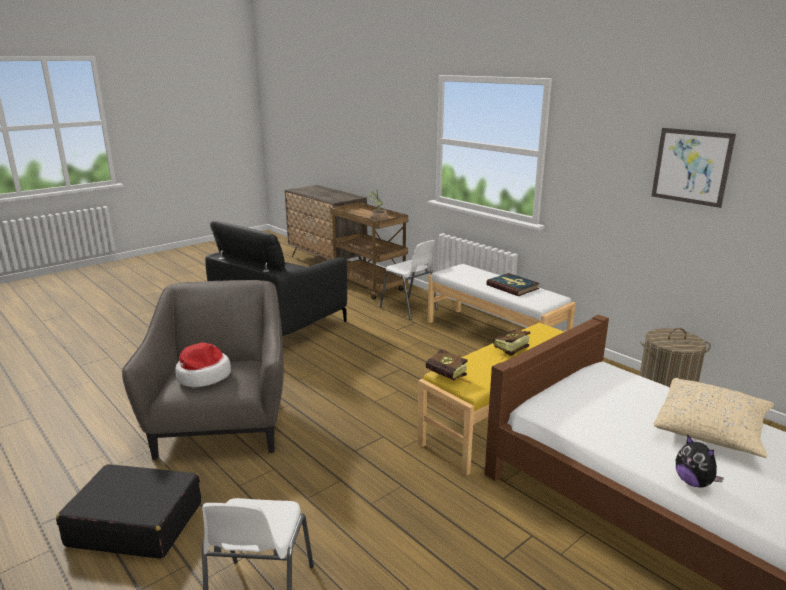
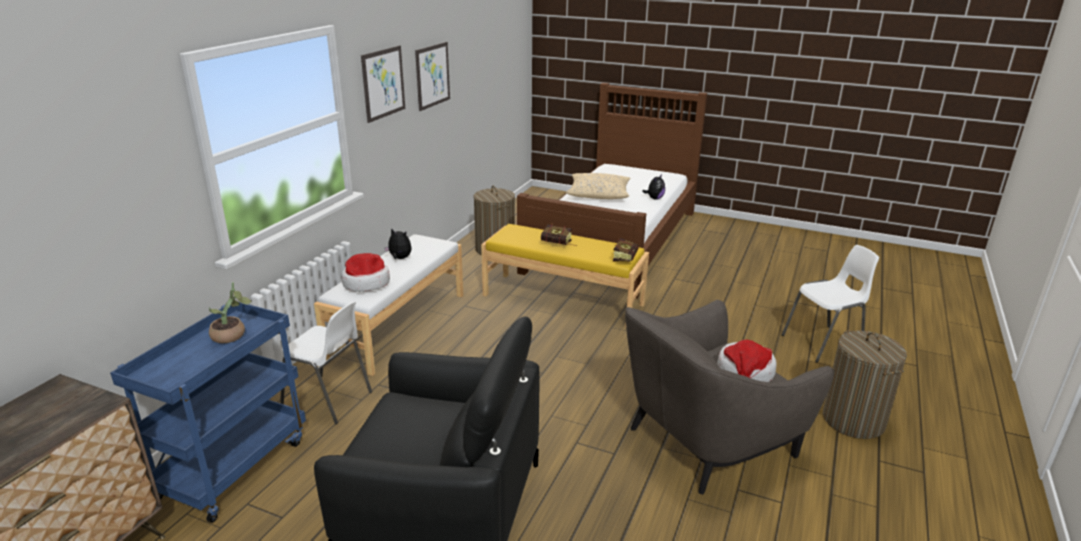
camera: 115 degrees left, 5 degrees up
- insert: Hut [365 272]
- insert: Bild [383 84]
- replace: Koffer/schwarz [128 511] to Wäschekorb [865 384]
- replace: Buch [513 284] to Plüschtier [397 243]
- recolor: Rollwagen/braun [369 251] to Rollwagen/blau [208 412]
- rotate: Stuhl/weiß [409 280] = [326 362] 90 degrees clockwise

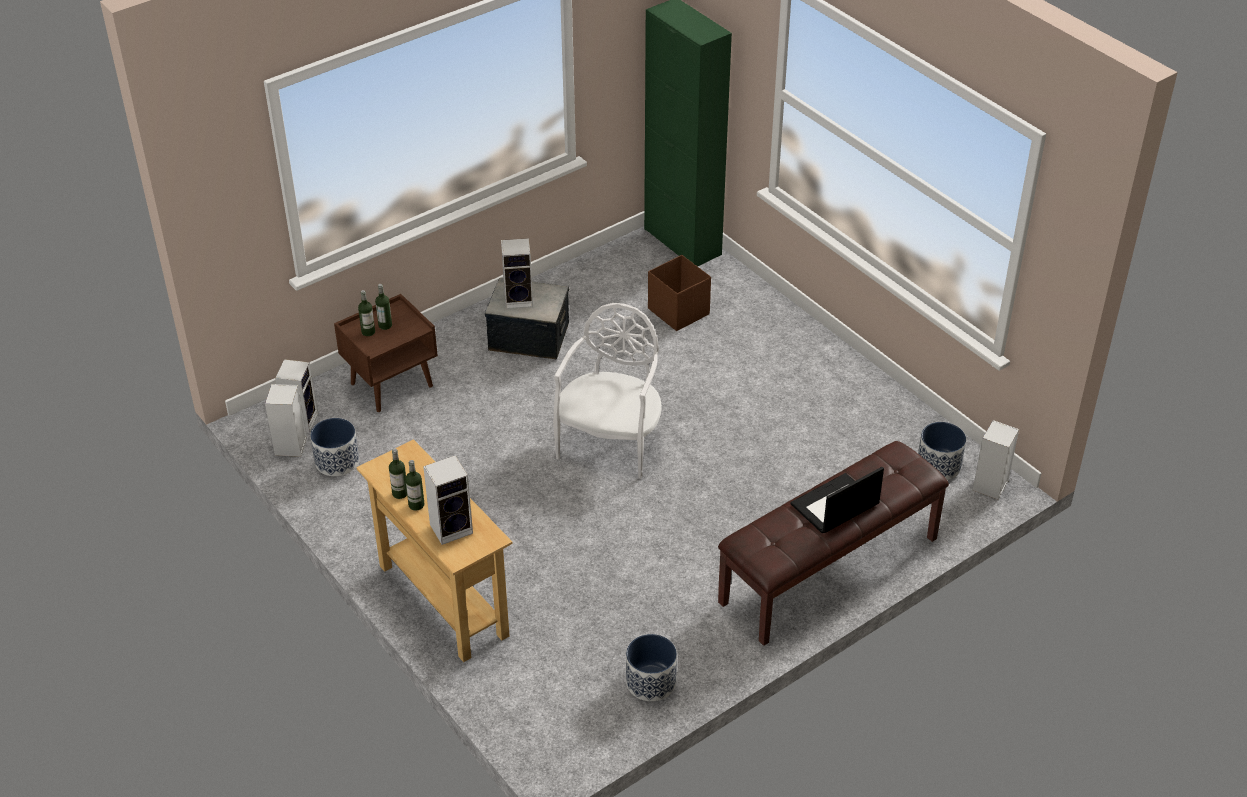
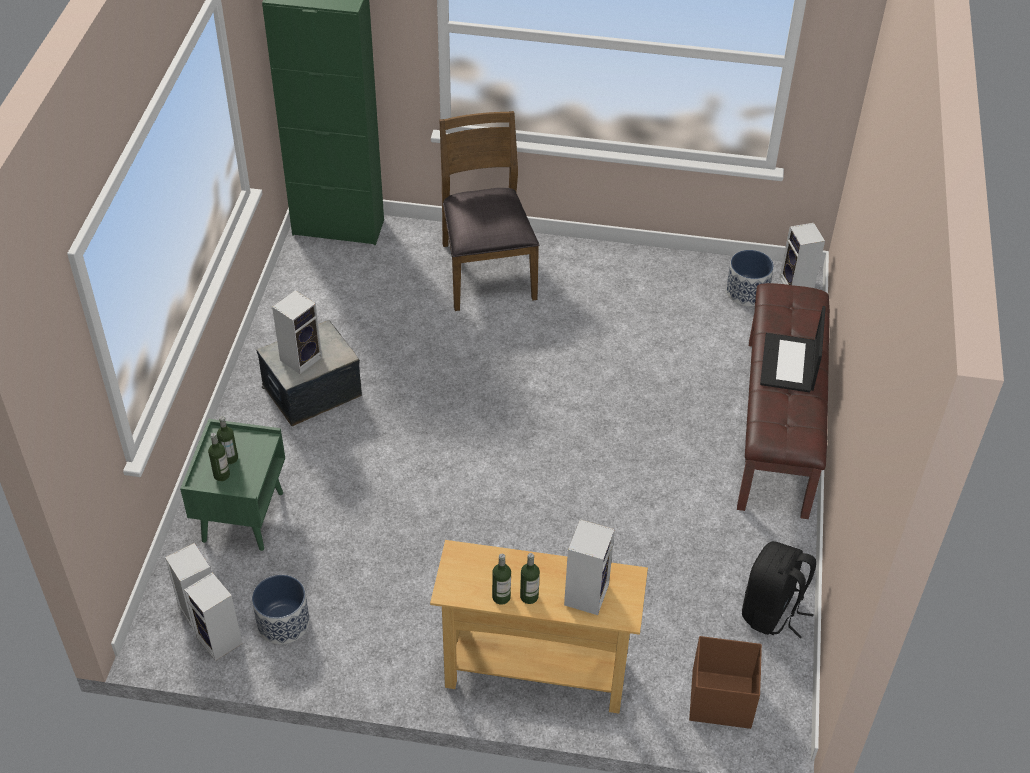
camera: 45 degrees left, 5 degrees up
- delete: Stuhl/weiß [607 391]
- insert: Stuhl/braun [489 211]
- move: Aufbewahrungsbox/braun [679 293] to [725 682]
- replace: Pflanzkübel [651 667] to Rucksack/schwarz [779 589]
- recolor: Nachttisch/braun [386 353] to Nachttisch/grün [232 485]

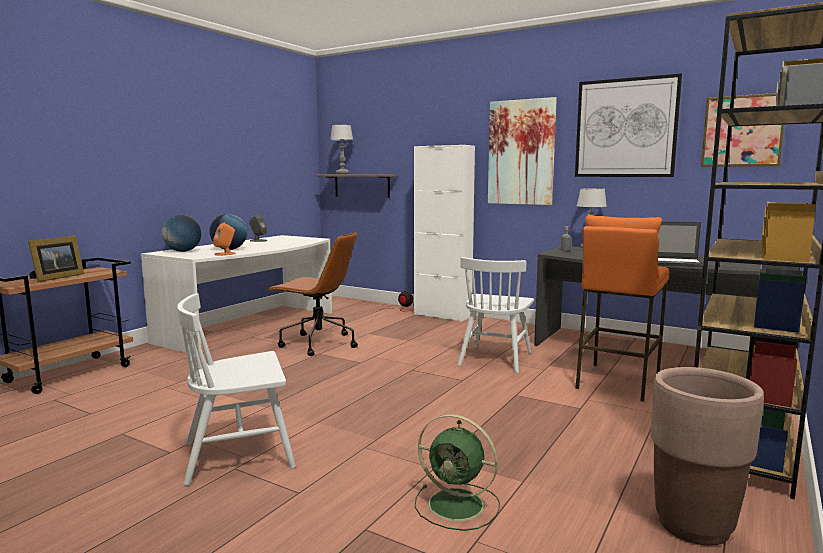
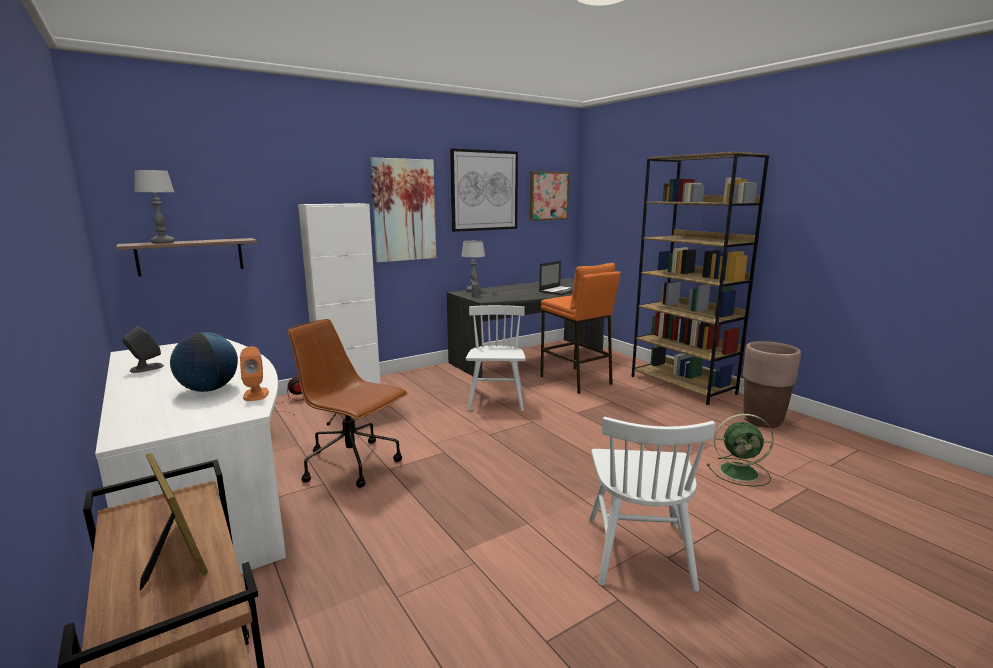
camera: 65 degrees left, 5 degrees up
- delete: Globus [181 233]
- rotate: Bürostuhl/braun [313 294] = [348 403] 105 degrees counterclockwise
- rotate: Ventilator/grün [457 472] = [740 450] 45 degrees clockwise
- rotate: Stuhl/weiß [496 315] = [496 358] 135 degrees counterclockwise

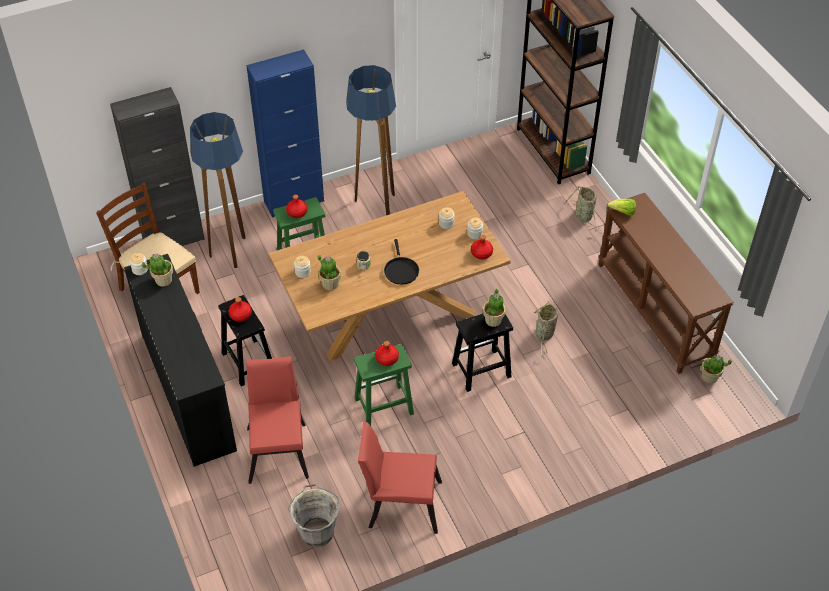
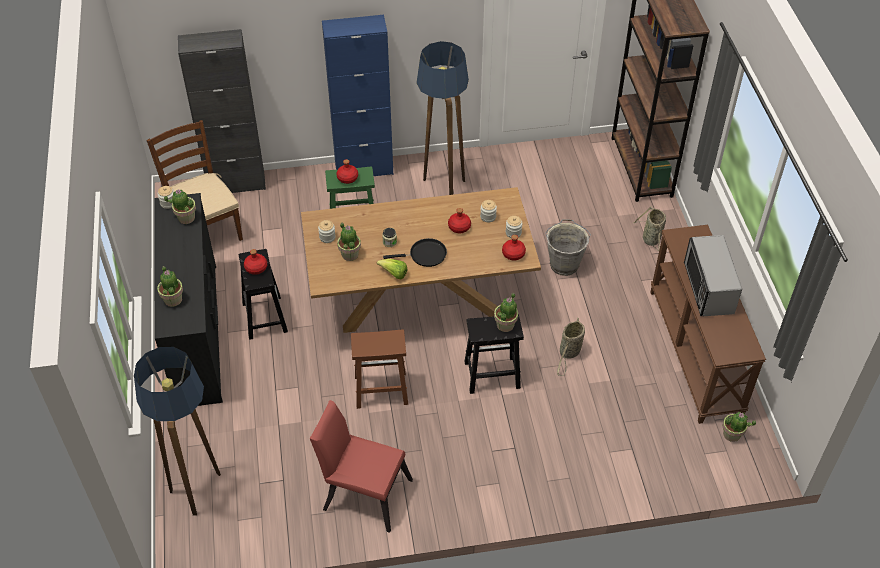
camera: 15 degrees right, 0 degrees up
- delete: Stuhl/rot [277 420]
- insert: Topfpflanze [170 286]
- insert: Mikrowelle [713 275]
- move: Stehlampe [218 190] to [177 431]
- move: Eimer/grau [314 516] to [568 247]
- move: Flasche/rot [387 353] to [459 220]
- move: Salatkopf [621 207] to [392 269]
- recolor: Hocker/grün [384 385] to Hocker/braun [379 369]
- rotate: Pfanne/schwarz [401 262] = [415 252] 105 degrees counterclockwise

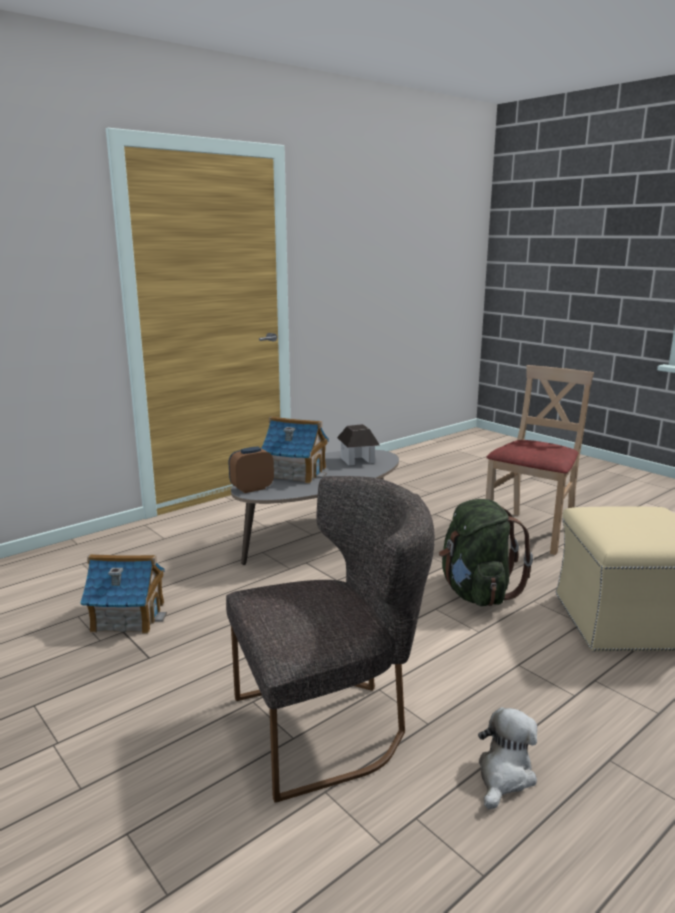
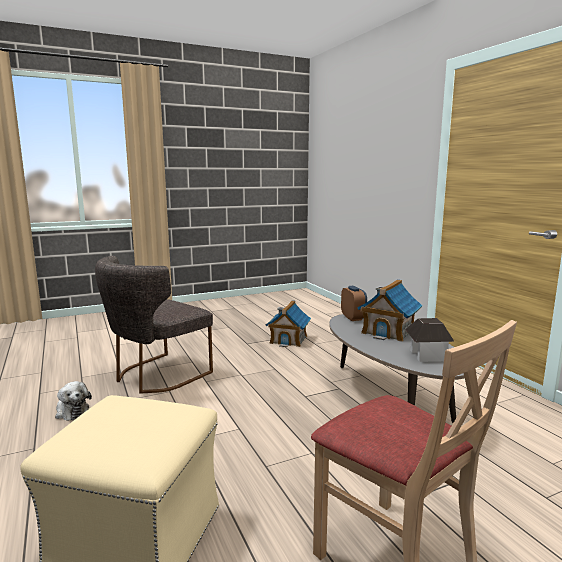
camera: 105 degrees right, 5 degrees down
- delete: Rucksack/grün [486 552]
- rotate: Stuhl/grau [330 639] = [154 325] 45 degrees clockwise

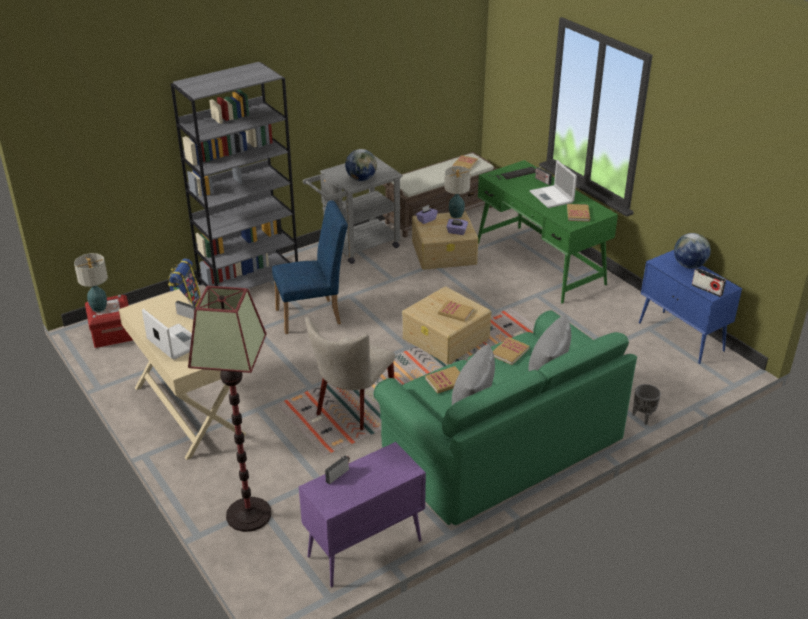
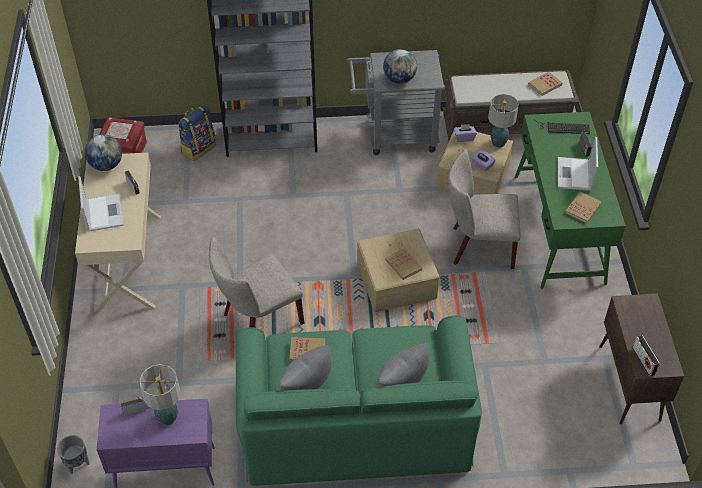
camera: 30 degrees right, 15 degrees up
- delete: Stehlampe [229 409]
- delete: Stuhl/blau [310 267]
- delete: Buch [511 351]
- insert: Stuhl/beige [484 209]
- move: Tischlampe [91 282] to [159 394]
- move: Pflanzkübel/grau [646 404] to [73 454]
- move: Globus [692 251] to [103 152]
- recolor: Schrank/blau [690 307] to Schrank/braun [641 359]

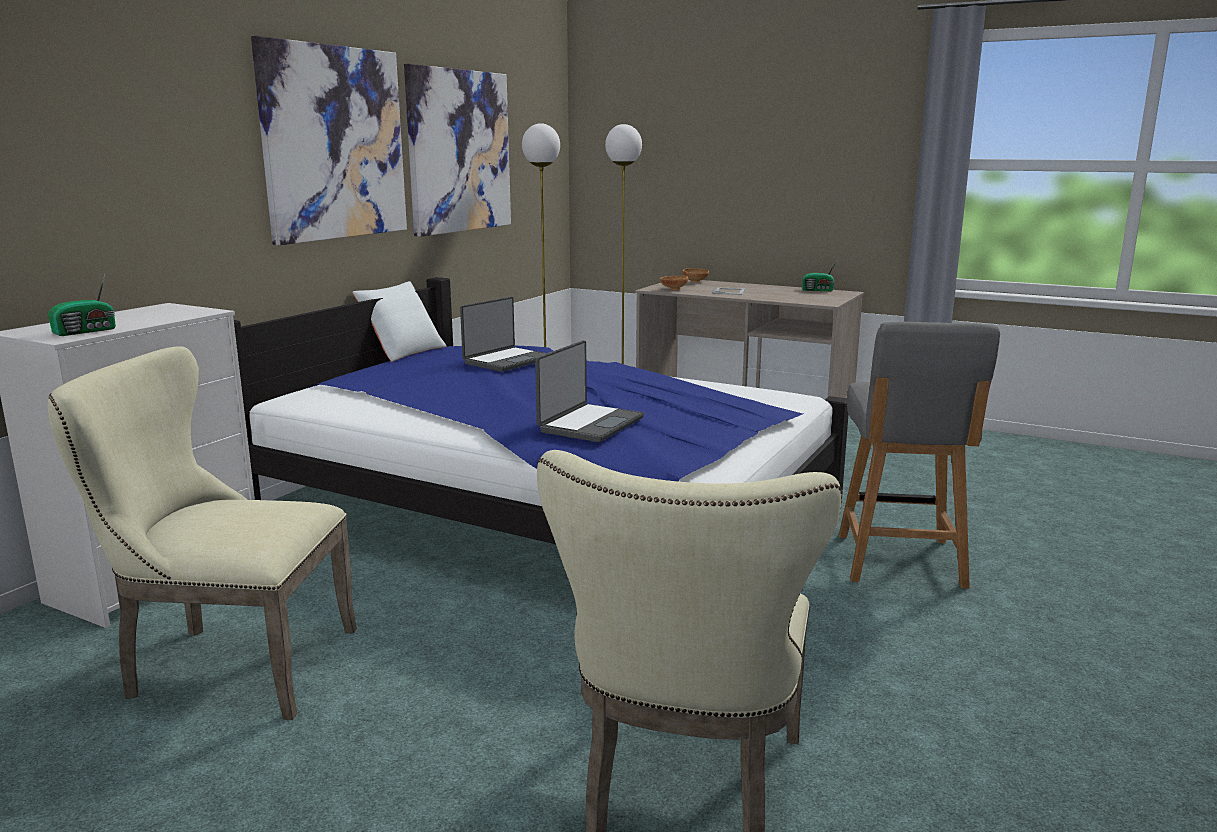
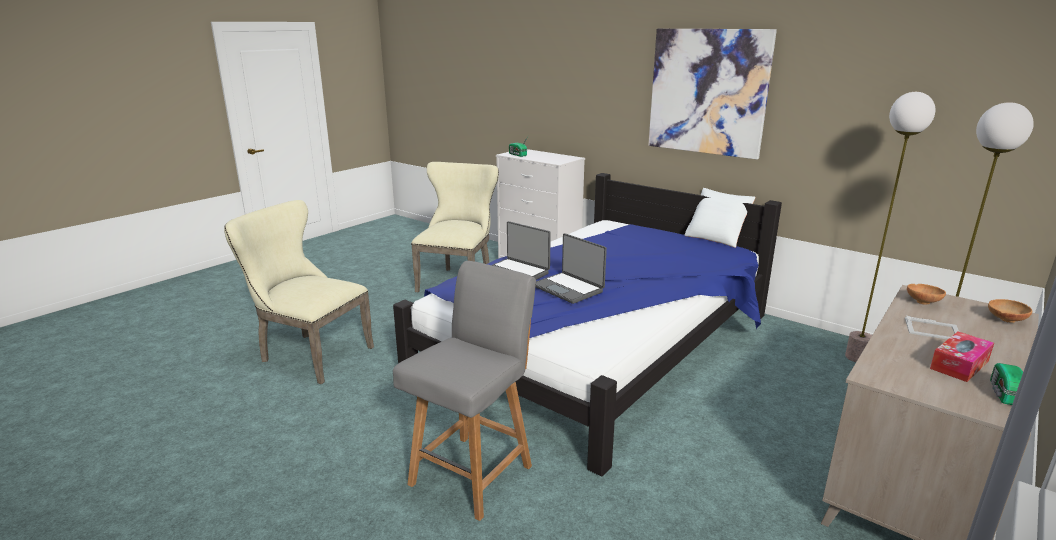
camera: 100 degrees right, 5 degrees up
- delete: Bild [457 150]
- insert: Taschentuchbox [962 357]
- move: Laptop [503 334] to [571 268]
- rotate: Stuhl/grau [919 455] = [464 391] 105 degrees clockwise

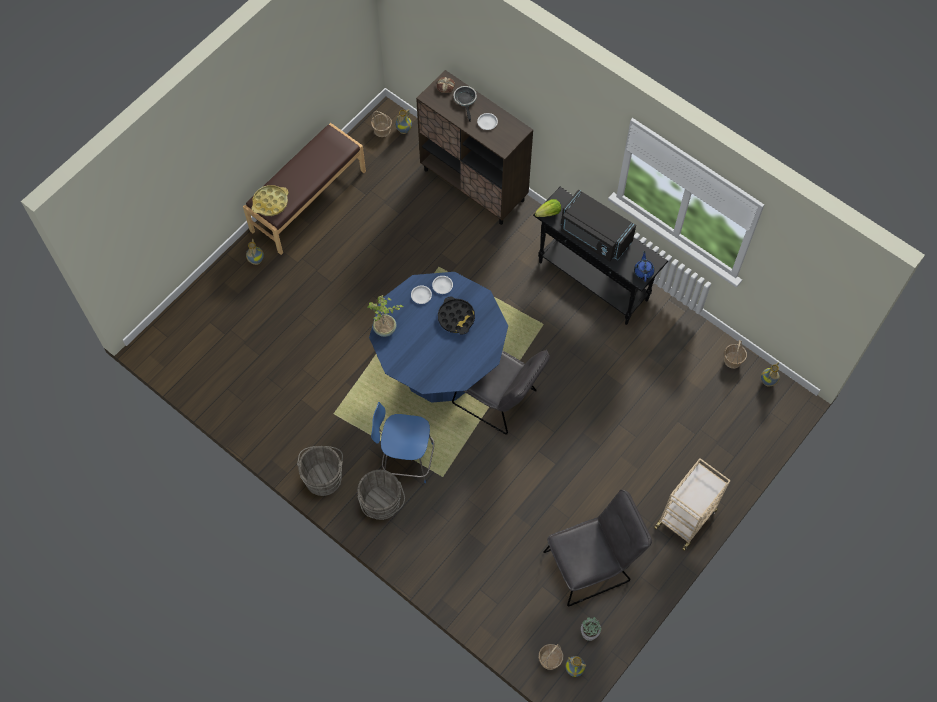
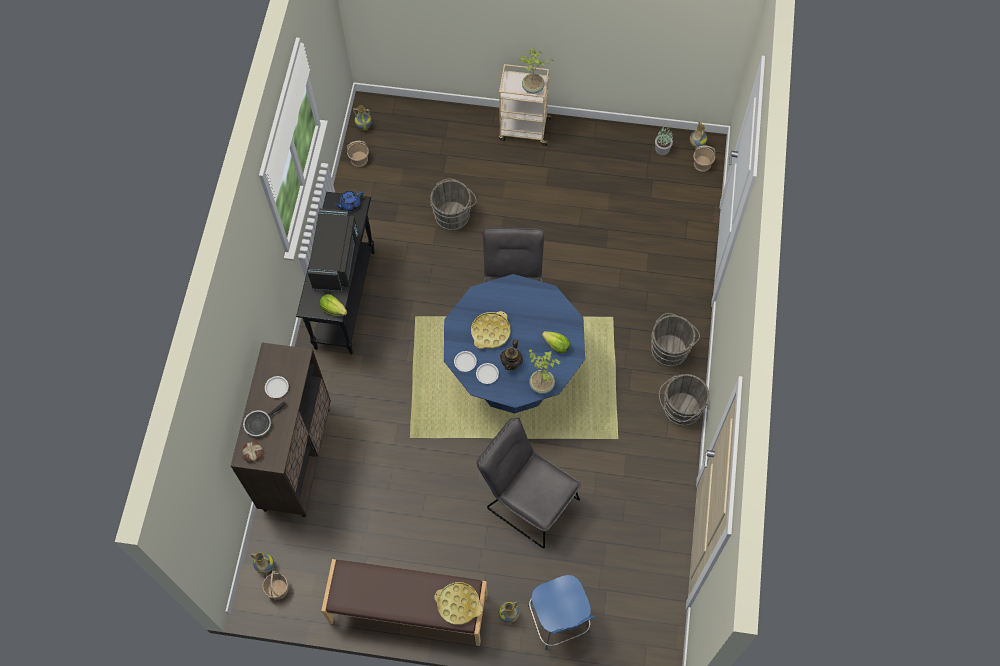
camera: 120 degrees left, 0 degrees up
- insert: Eimer/grau [453 205]
- insert: Teekanne [511 355]
- insert: Topfpflanze [536 70]
- insert: Salatkopf [556 342]
- move: Stuhl/blau [402 442] to [562 612]
- move: Stuhl/grau [597 548] to [529 482]
- recolor: Tablett/schwarz [456 315] to Tablett/gelb [491 330]

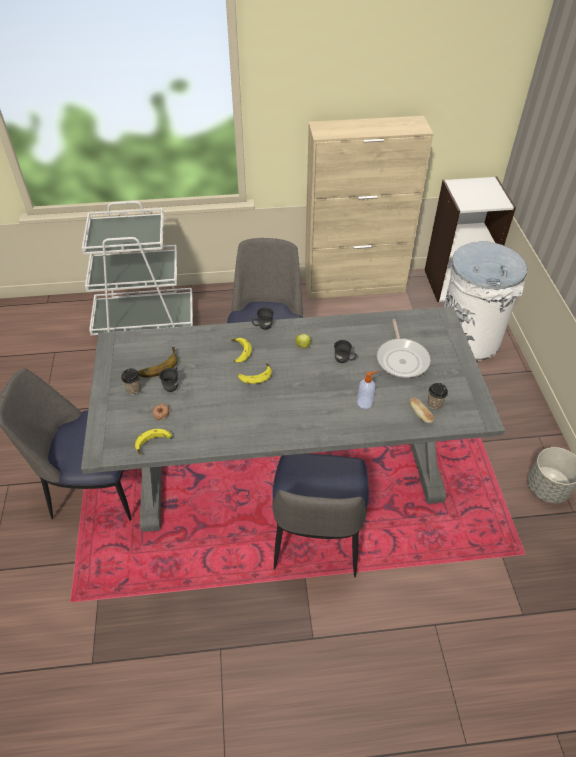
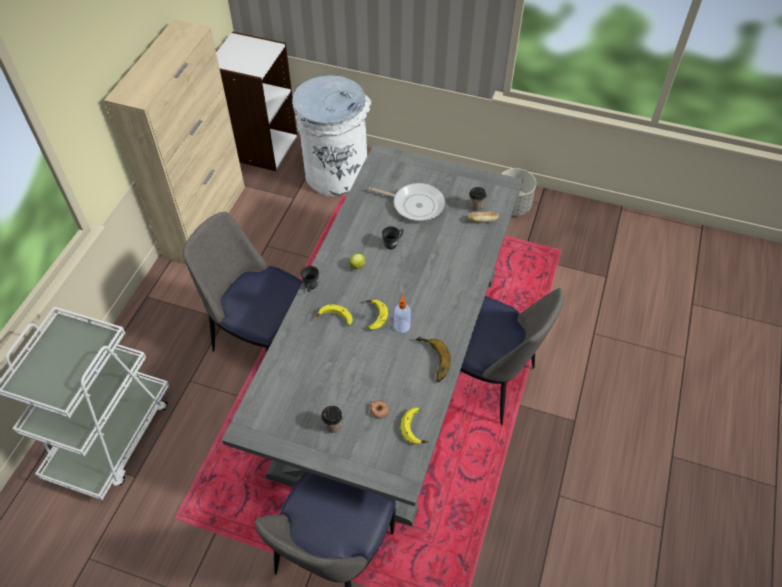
camera: 65 degrees left, 5 degrees up
- delete: Henkelbecher/grau [168 379]
- move: Banane [158 362] to [433 359]
- move: Seifenspender [367 390] to [402 312]

